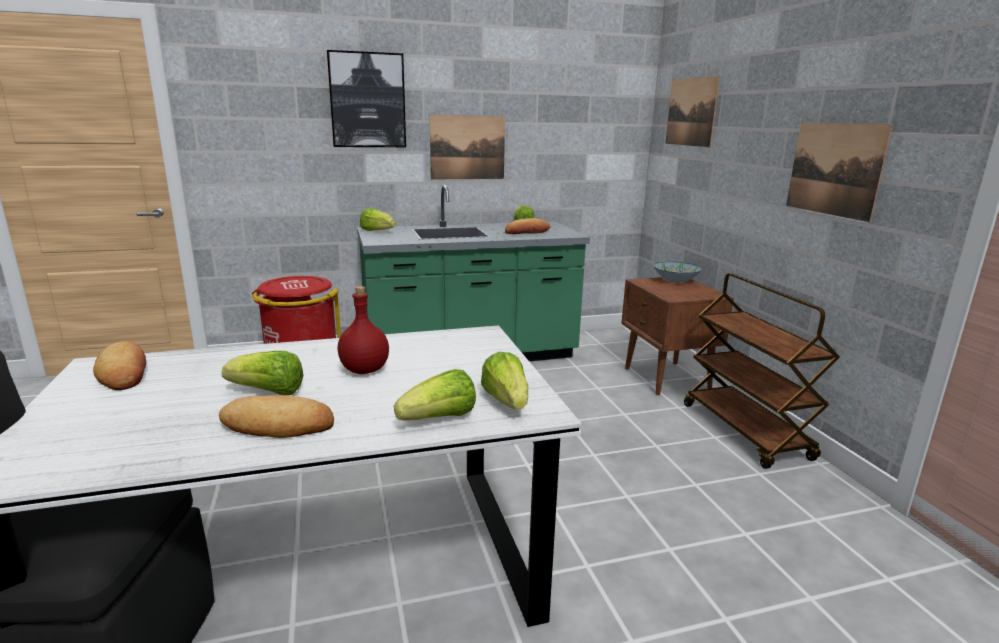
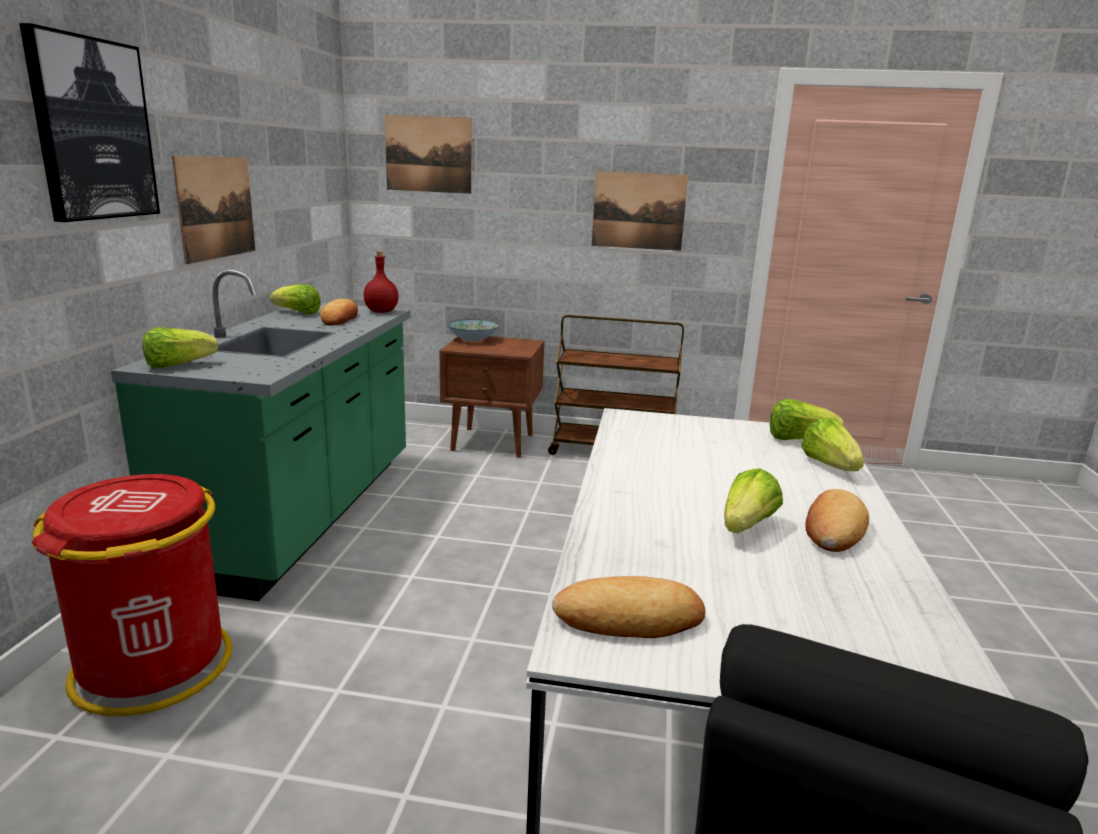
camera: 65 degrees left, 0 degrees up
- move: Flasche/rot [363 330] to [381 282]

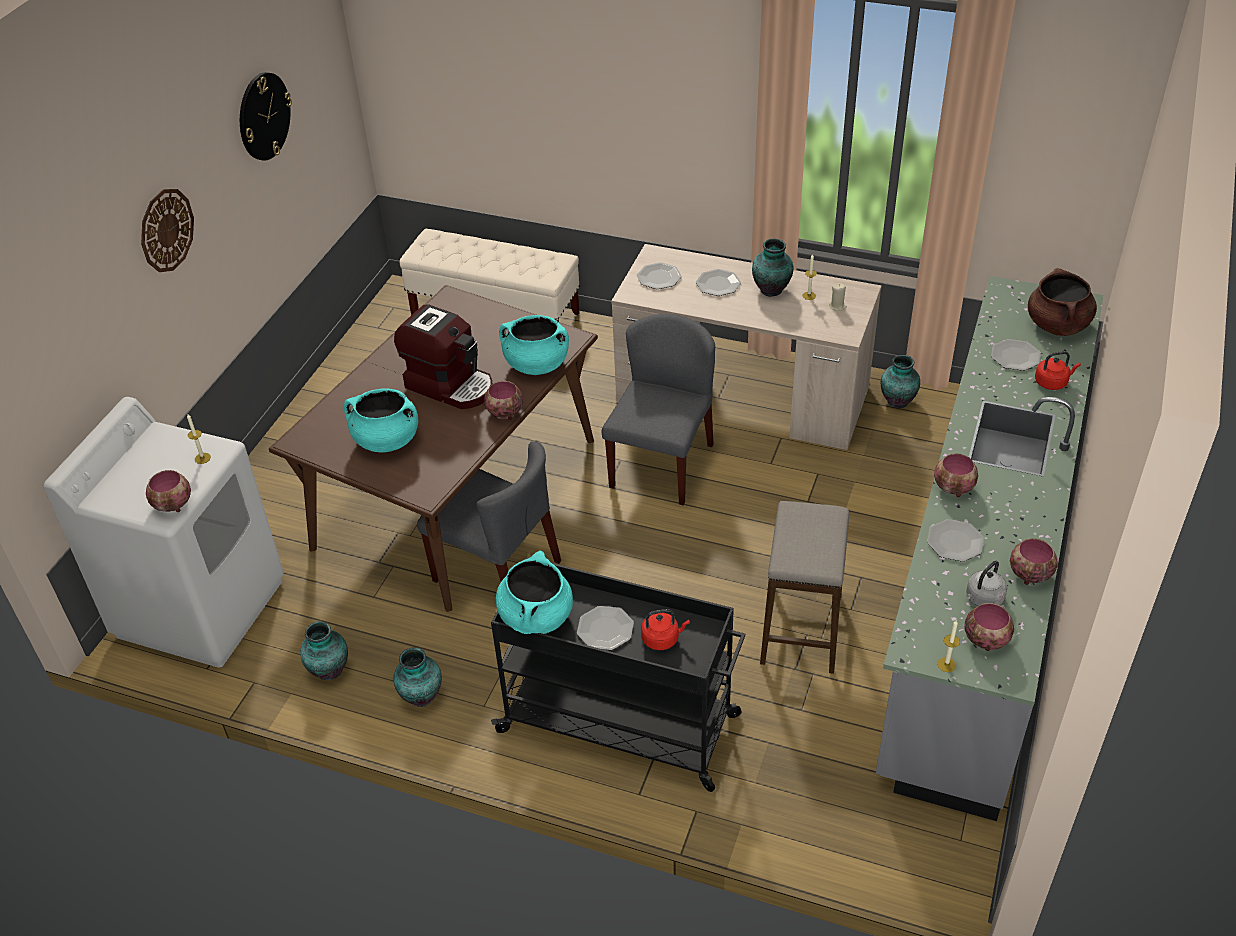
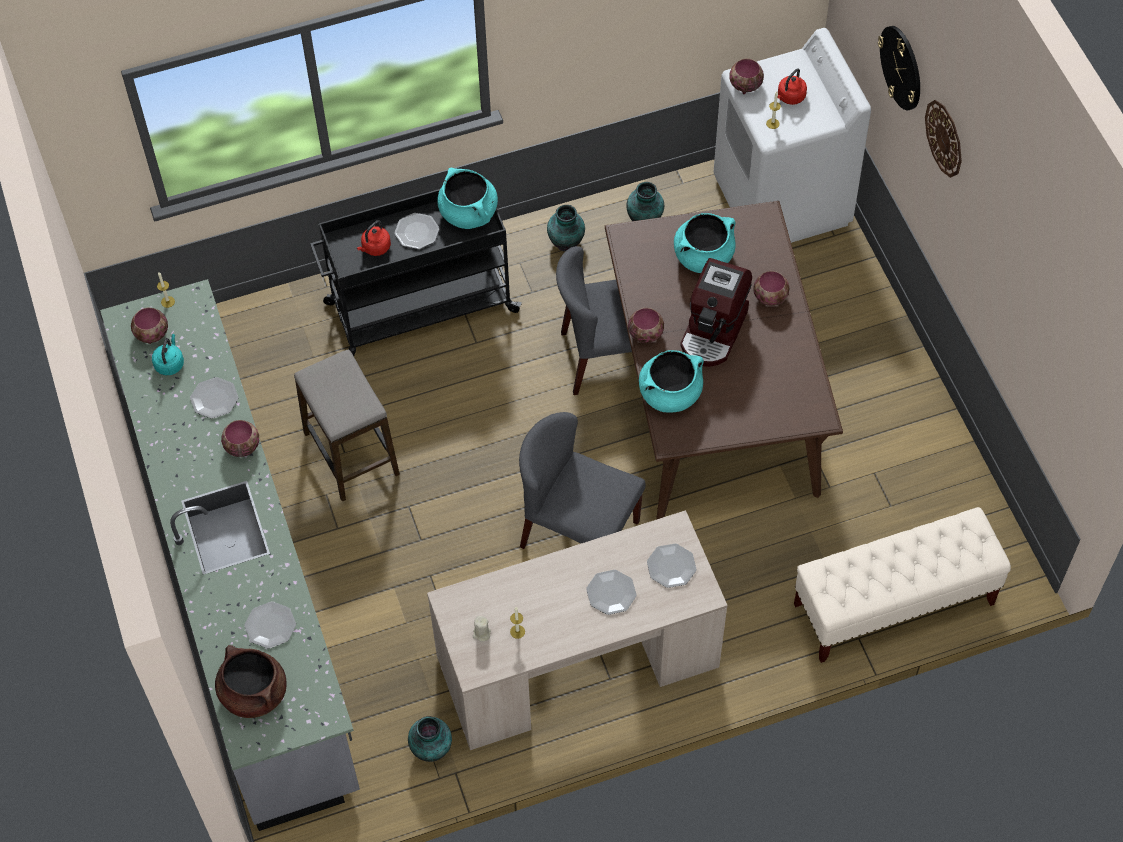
camera: 140 degrees right, 15 degrees up
- delete: Vase [773 268]
- move: Wanduhr [266 116] to [899 68]
- move: Schüssel [1034 561] to [771 288]
- move: Wasserkessel/rot [1058 370] to [792 86]
- recolor: Wasserkessel/grau [986 583] to Wasserkessel/türkis [168 354]
- rotate: Kaffeemaschine [443 356] = [716 312] 60 degrees counterclockwise
- rotate: Stuhl/grau [658 409] = [582 480] 135 degrees clockwise

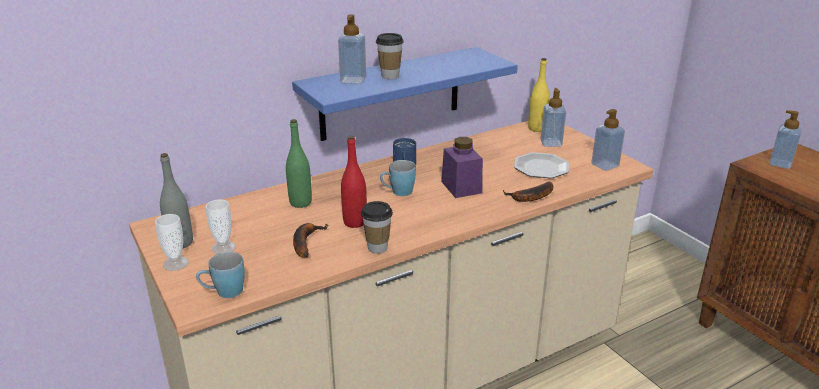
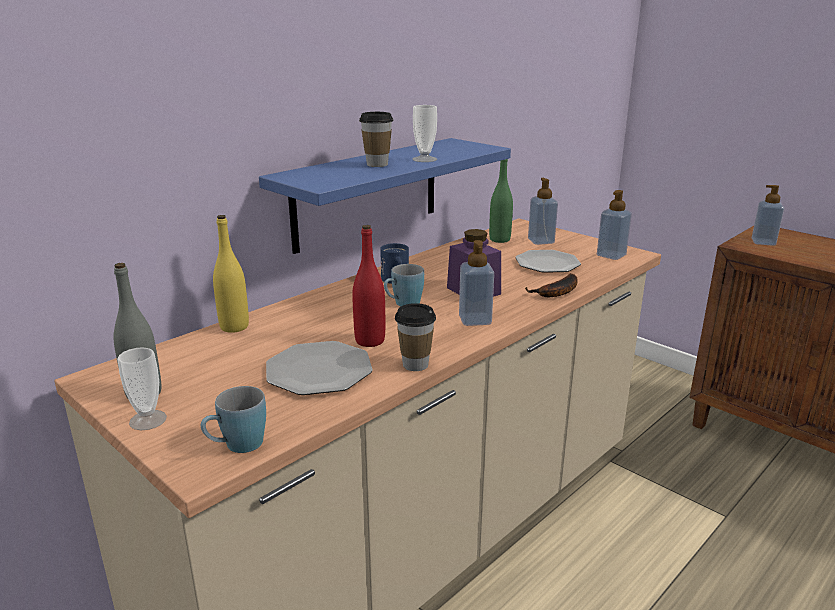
camera: 15 degrees left, 5 degrees down
- move: Tasse [221 226] to [425 133]
- move: Flasche/grün [299 163] to [501 201]
- move: Seifenspender [352 49] to [476 283]
- move: Flasche/gelb [539 95] to [231 274]
- replace: Banane [310 240] to Teller [319 368]

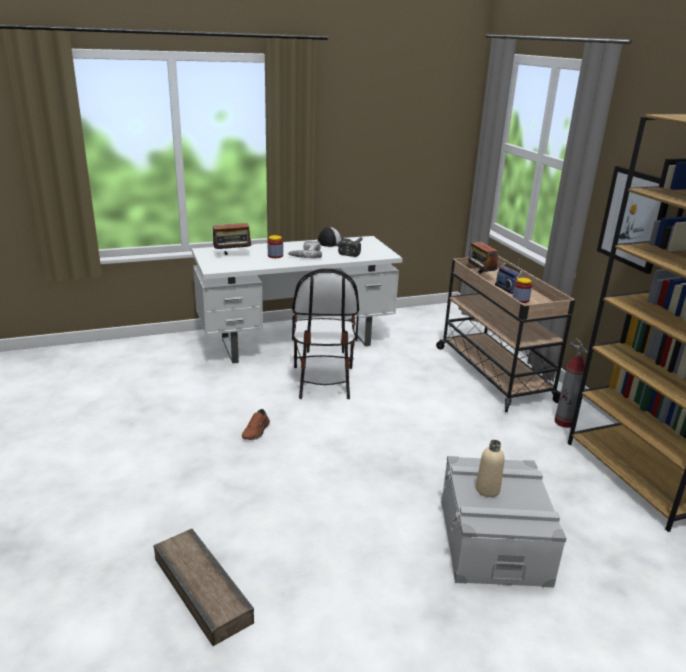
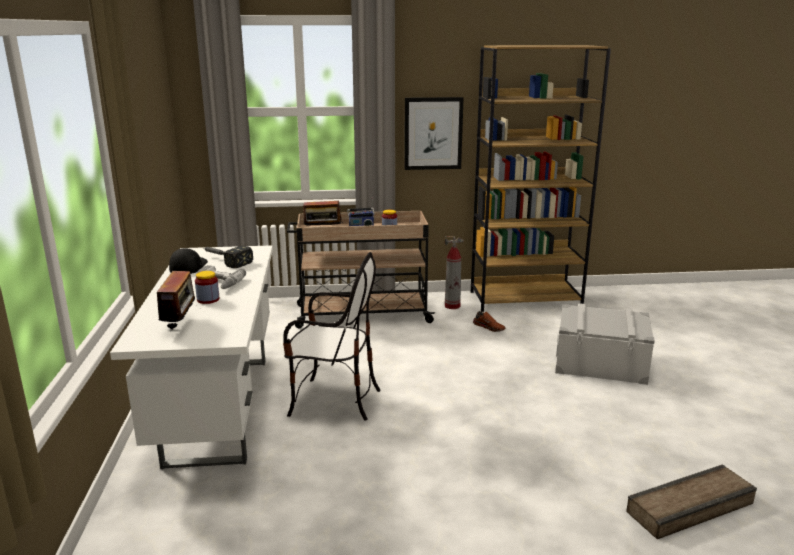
camera: 75 degrees left, 5 degrees down
- delete: Flasche/beige [490 468]
- move: Schuh/braun [256 424] to [489 321]

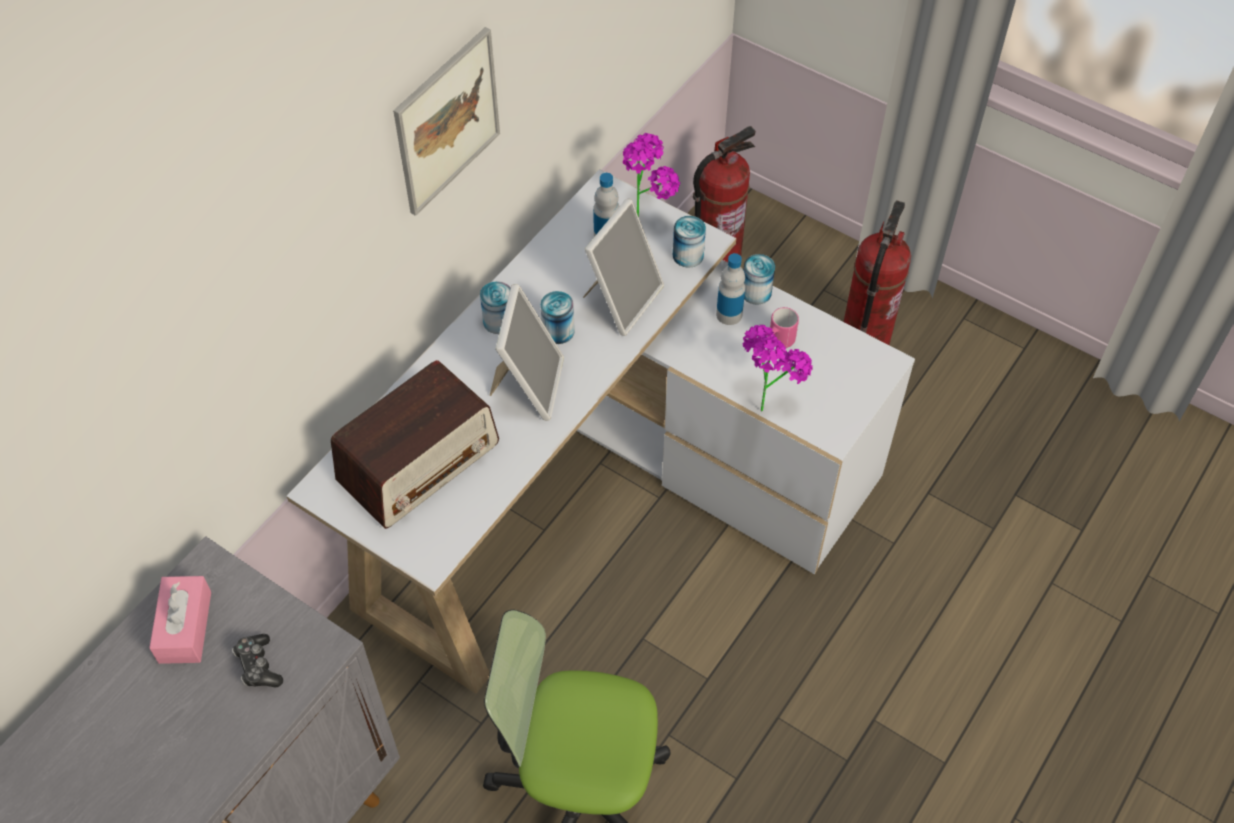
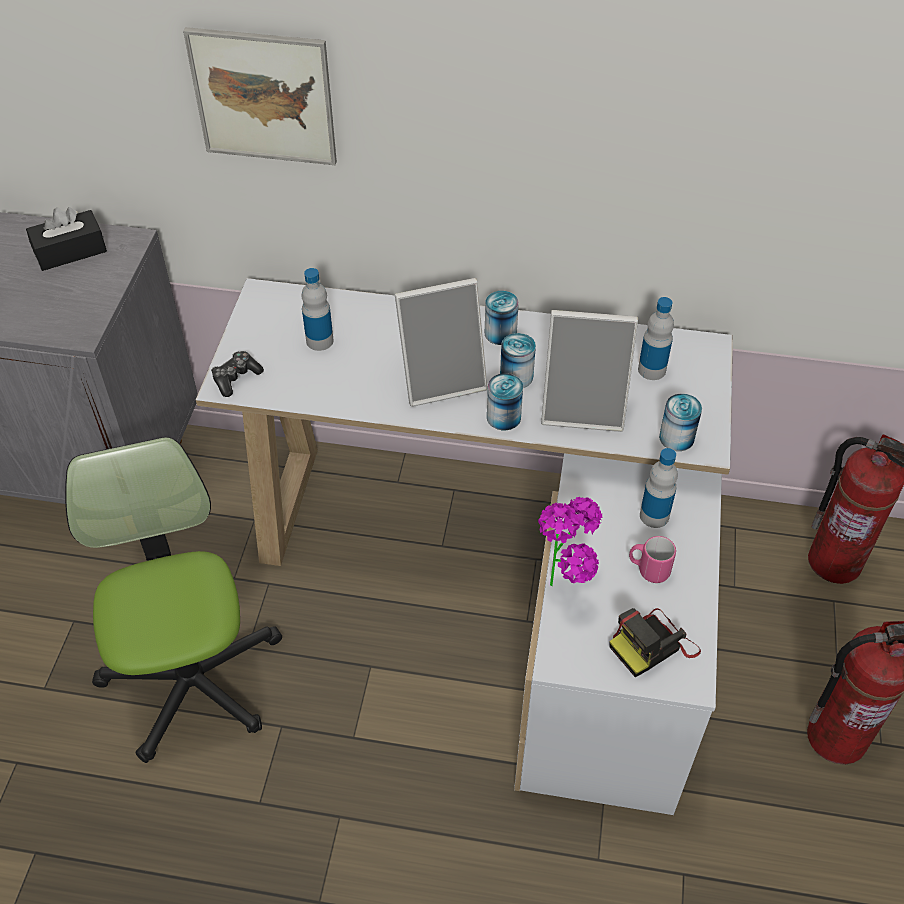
camera: 65 degrees right, 5 degrees down
- delete: Topfpflanze [651 175]
- insert: Kamera [655 642]
- move: Gamepad [257 660] to [237 374]
- move: Bild [446 121] to [260 96]
- move: Dose [759 279] to [505 401]
- replace: Radio [415 444] to Flasche [317 309]
- recolor: Taschentuchbox/rosa [180 620] to Taschentuchbox/schwarz [66 239]

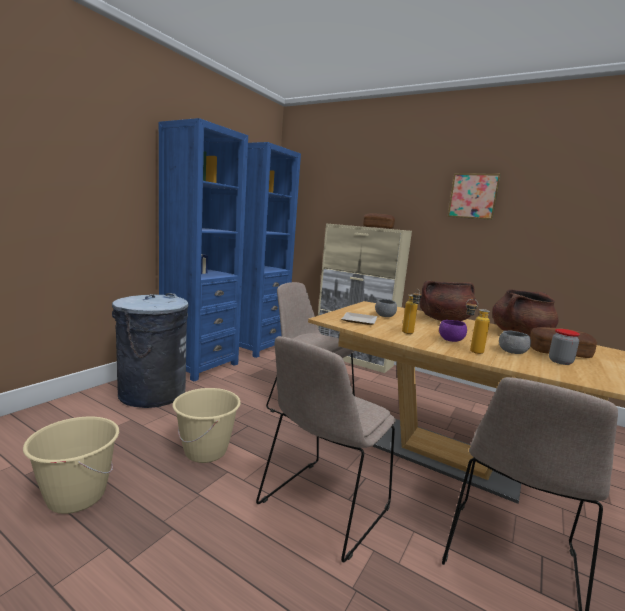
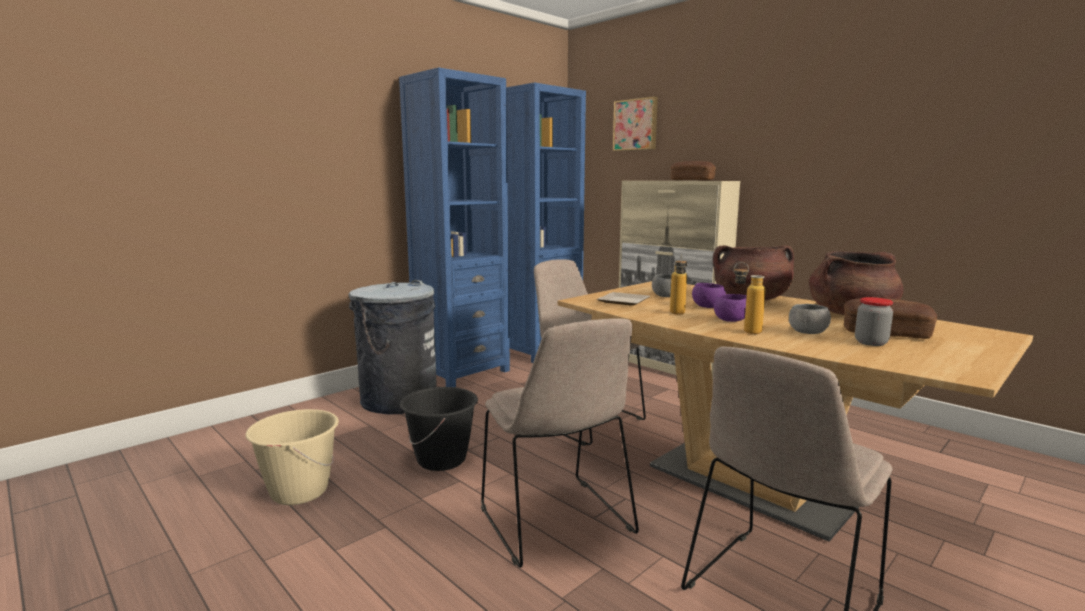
camera: 15 degrees right, 0 degrees up
- insert: Schüssel/lila [709 295]
- move: Bild [474 196] to [635 124]
- recolor: Eimer/beige [206 425] to Eimer/schwarz [439 429]
- rotate: Stuhl/beige [326 449] = [560 443] 75 degrees counterclockwise

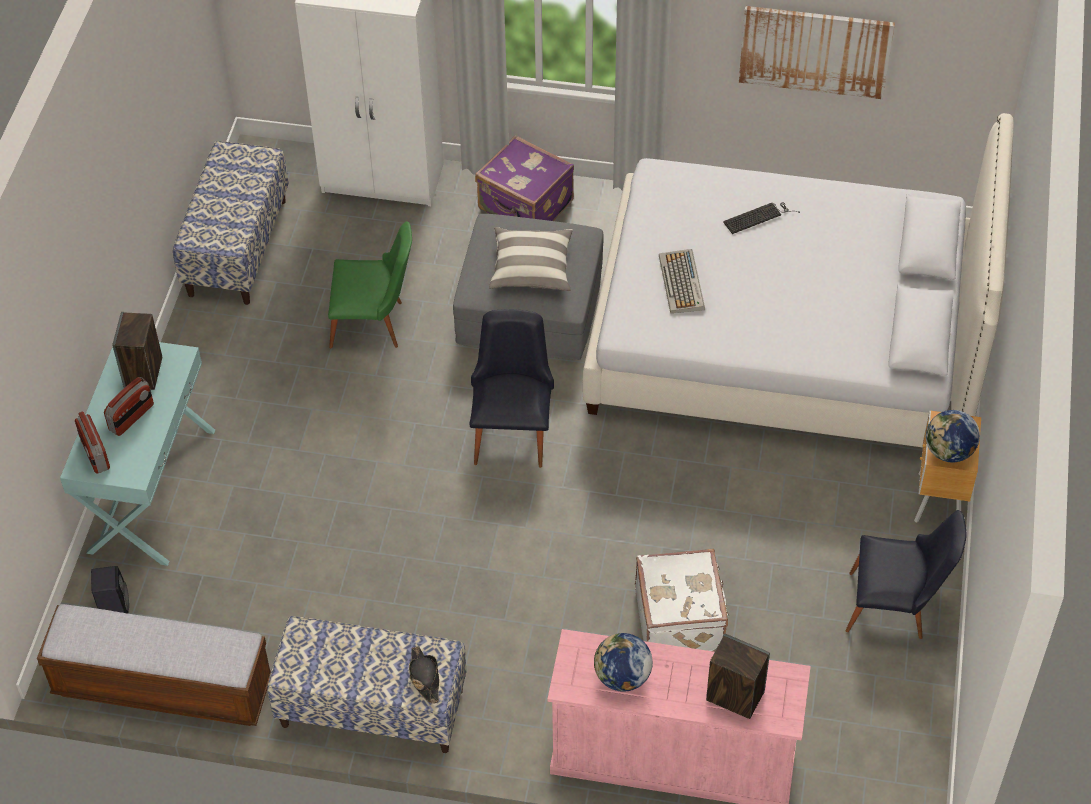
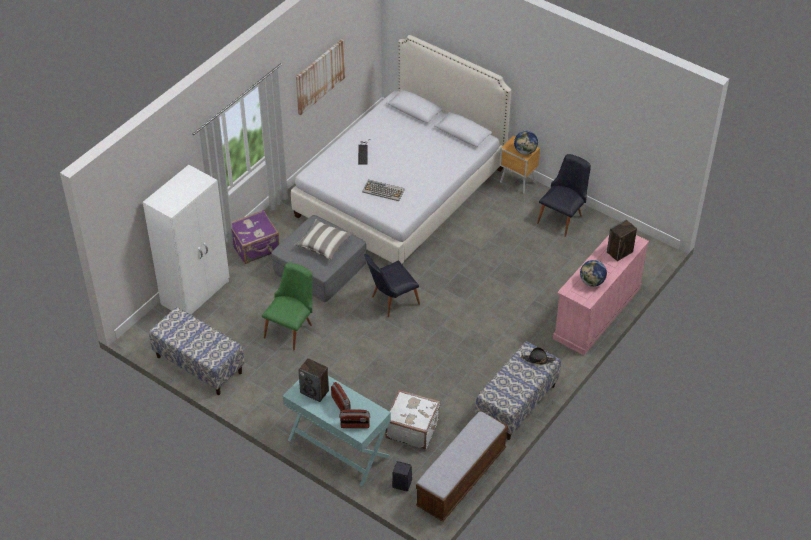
camera: 65 degrees left, 5 degrees down
- move: Koffer/weiß [682 600] to [412 419]
- rotate: Stuhl/schwarz [511 388] = [392 285] 60 degrees counterclockwise

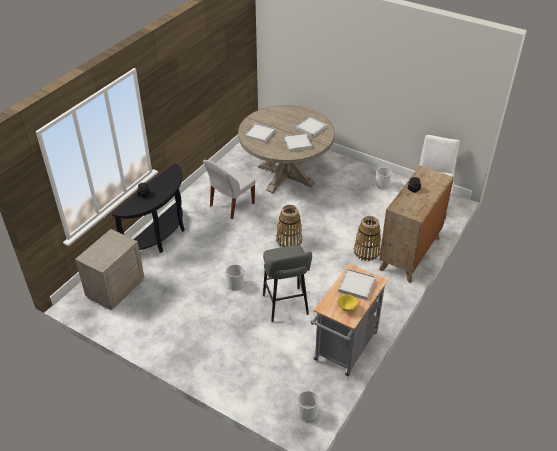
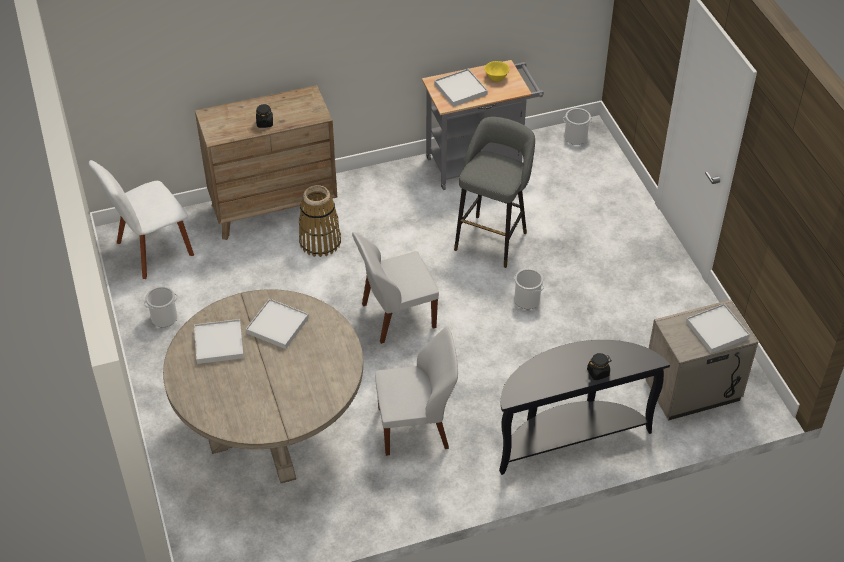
camera: 140 degrees left, 5 degrees up
- move: Tablett/weiß [260 133] to [718 328]
- replace: Korb [289 226] to Stuhl/weiß [395 288]

